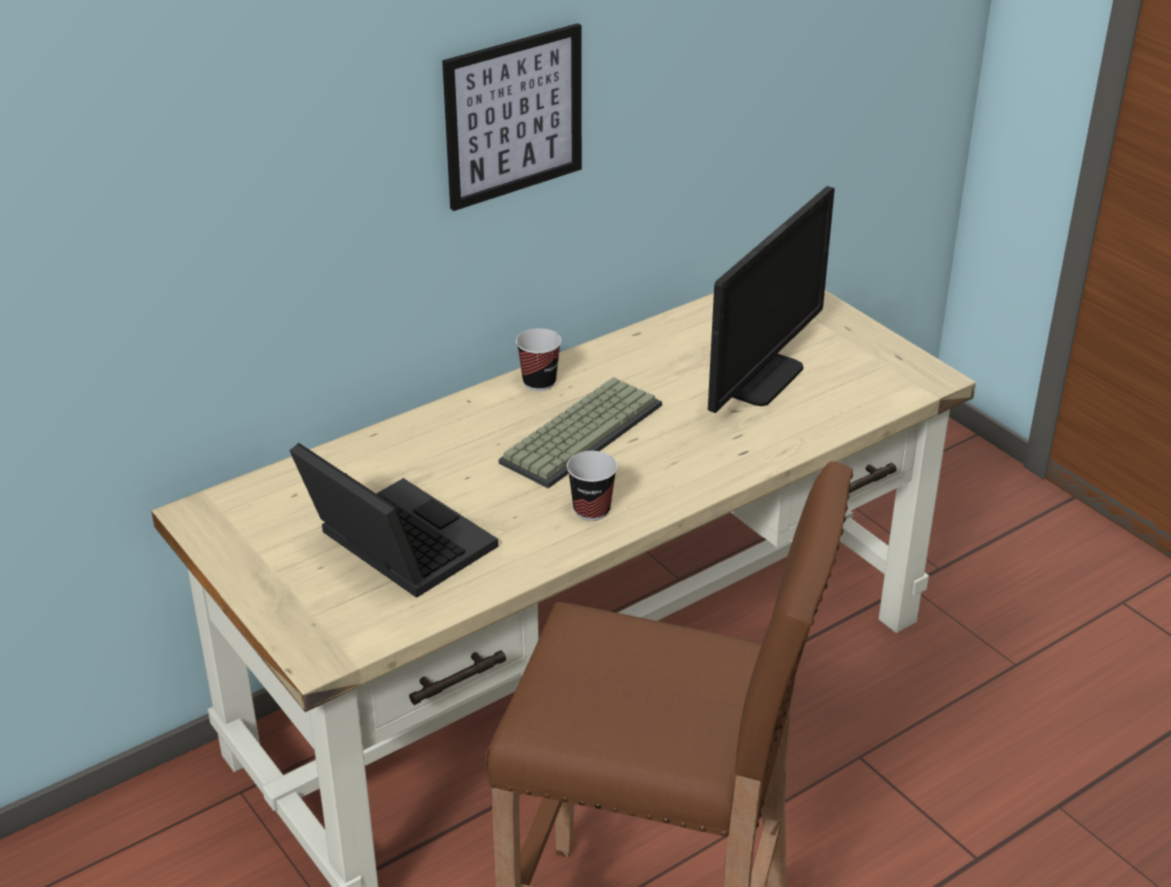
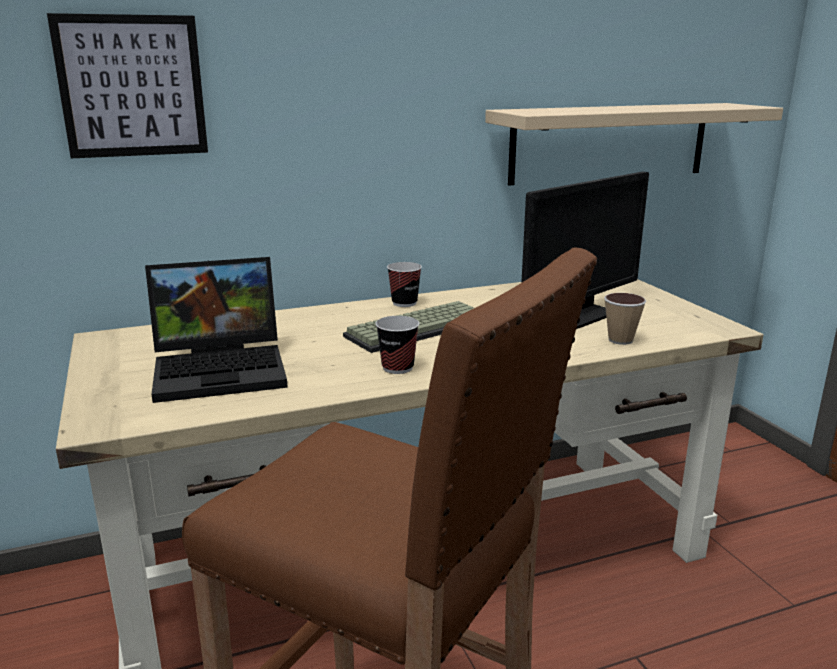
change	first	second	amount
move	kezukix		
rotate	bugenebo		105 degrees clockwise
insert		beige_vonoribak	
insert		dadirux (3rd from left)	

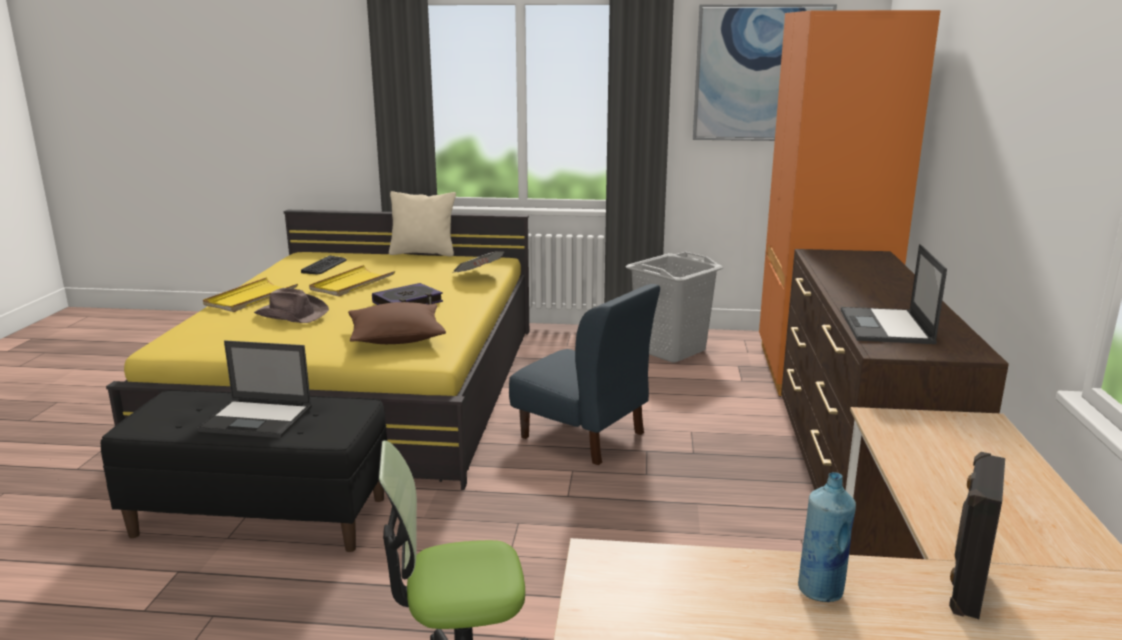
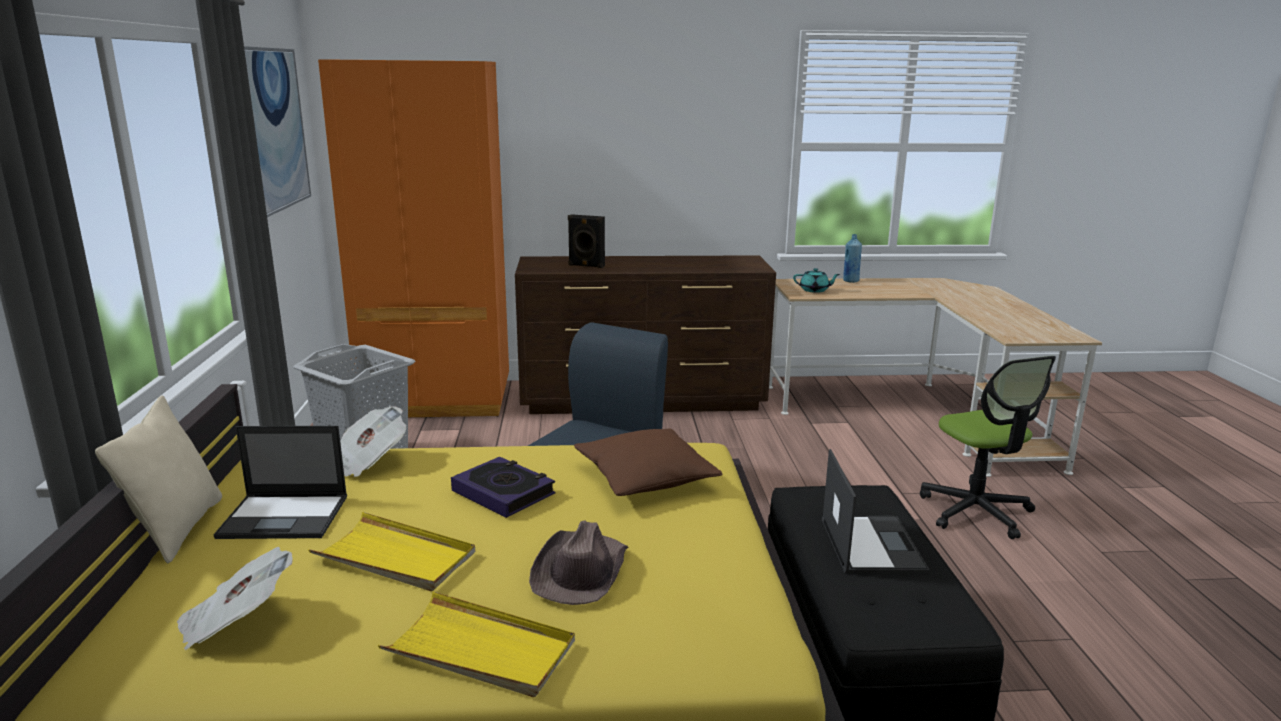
change	first	second	amount
replace	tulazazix	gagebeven (1st from left)	
move	bugenebo (2nd from left in the first image)	bugenebo (1st from left)	
move	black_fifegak		
insert		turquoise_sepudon	
move	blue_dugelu		

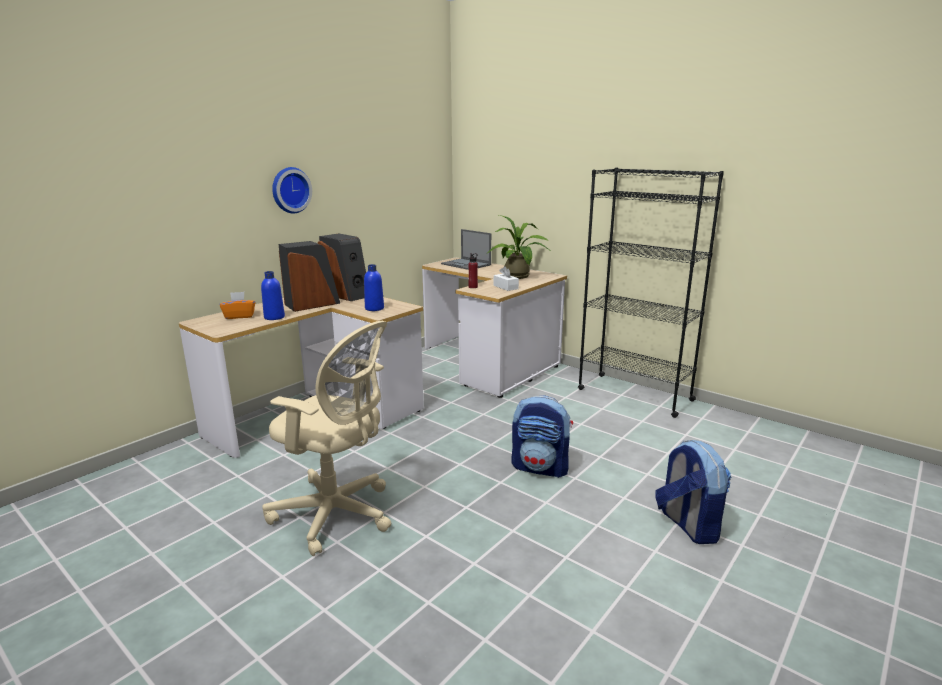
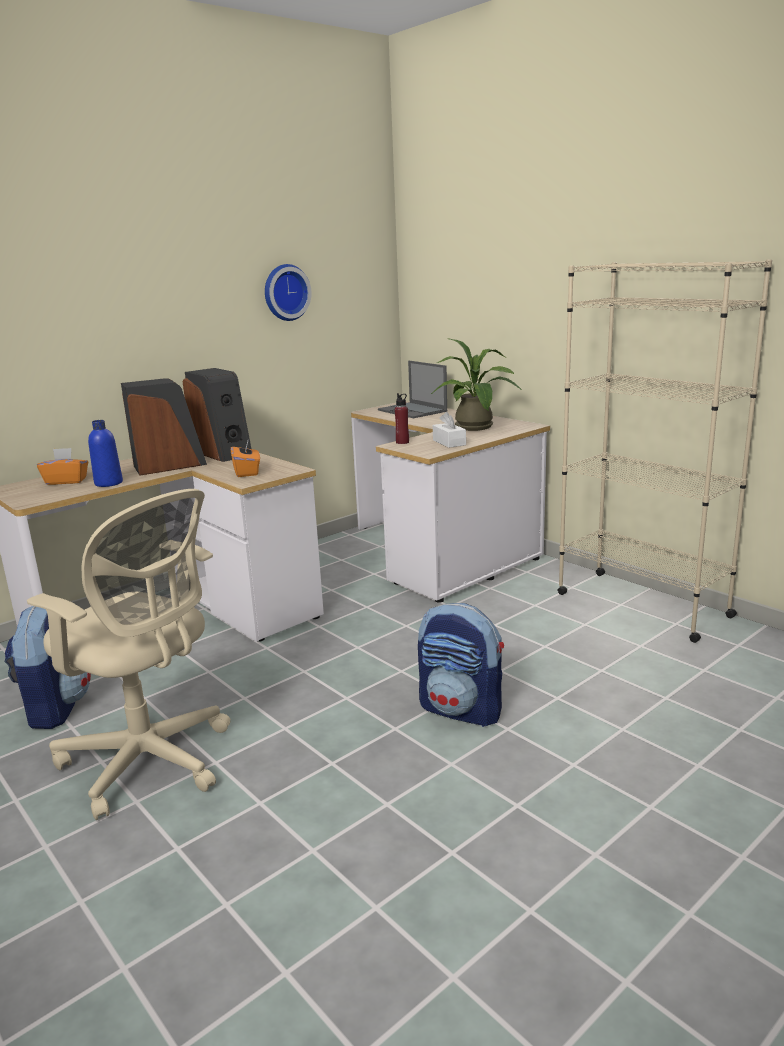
change	first	second	amount
move	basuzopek (2nd from left in the first image)	basuzopek (1st from left)	
replace	blue_dugelu (2nd from left)	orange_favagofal (2nd from left)	
move	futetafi		
recolor	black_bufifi	beige_bufifi	

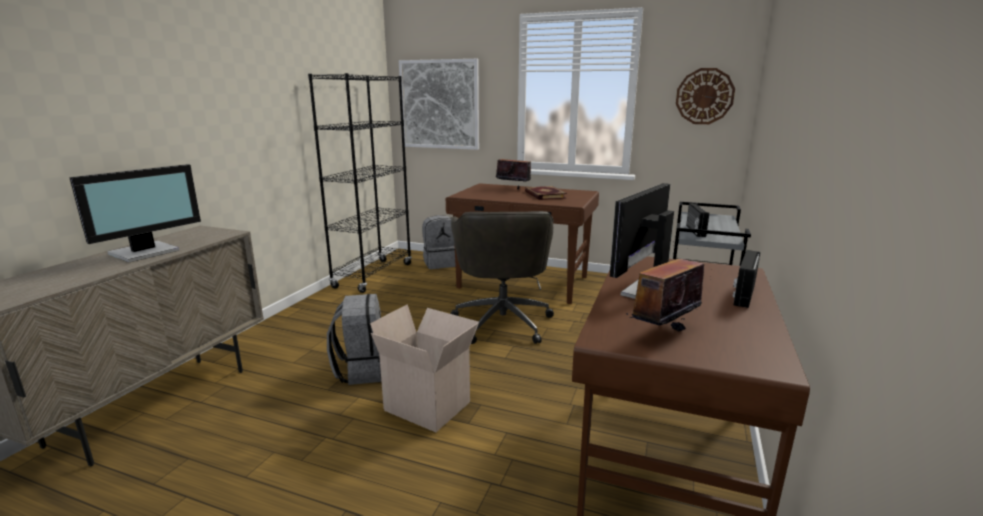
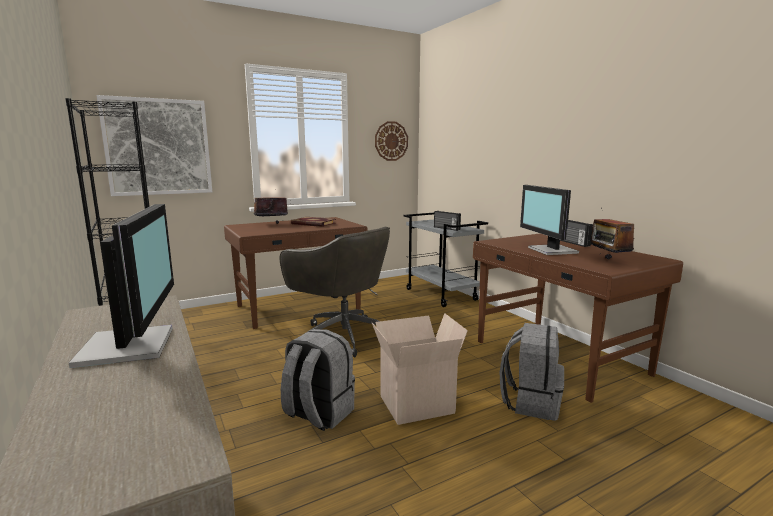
change	first	second	amount
move	grey_basuzopek (2nd from left)		

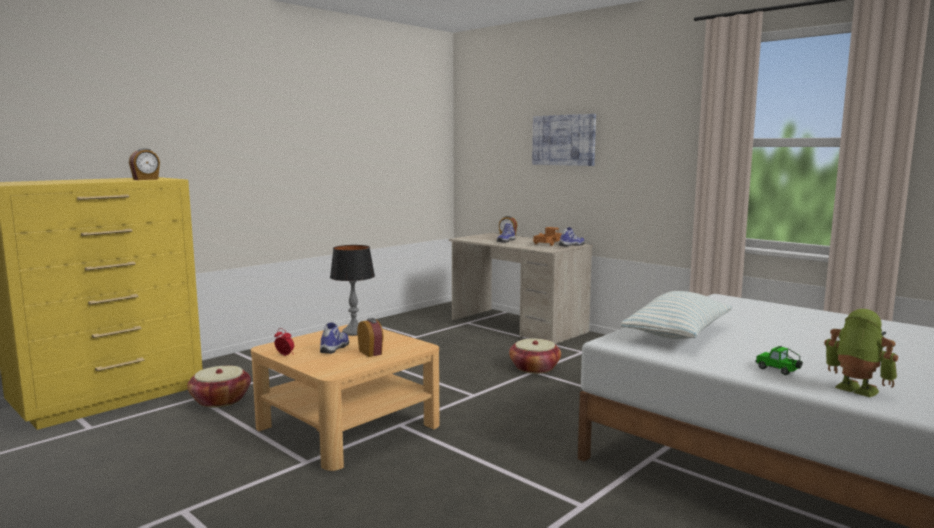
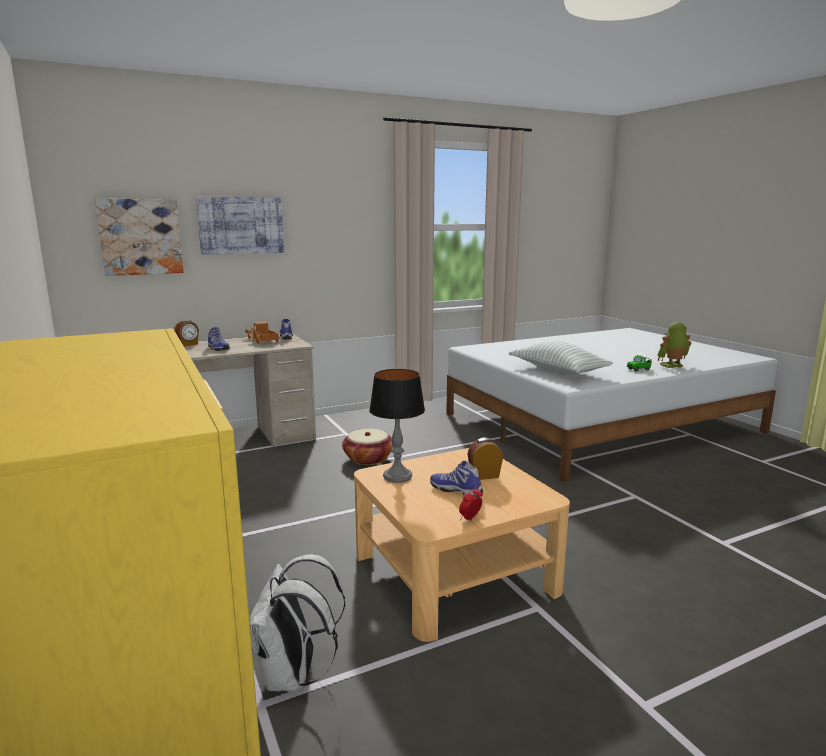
change	first	second	amount
insert		kezukix (1st from left)	
replace	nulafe (1st from left)	white_basuzopek	
delete	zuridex (1st from left)		

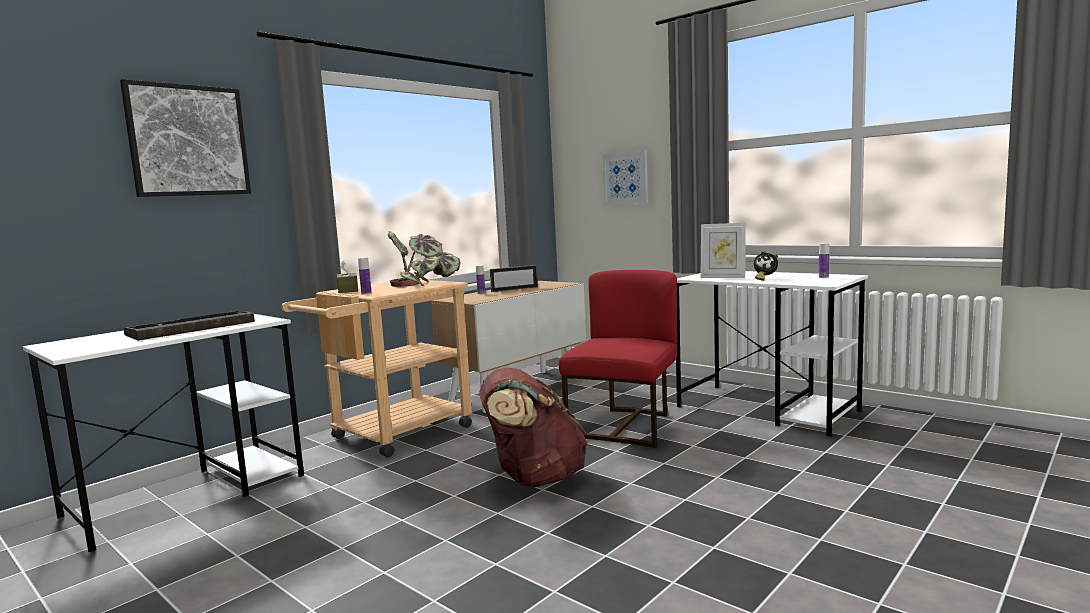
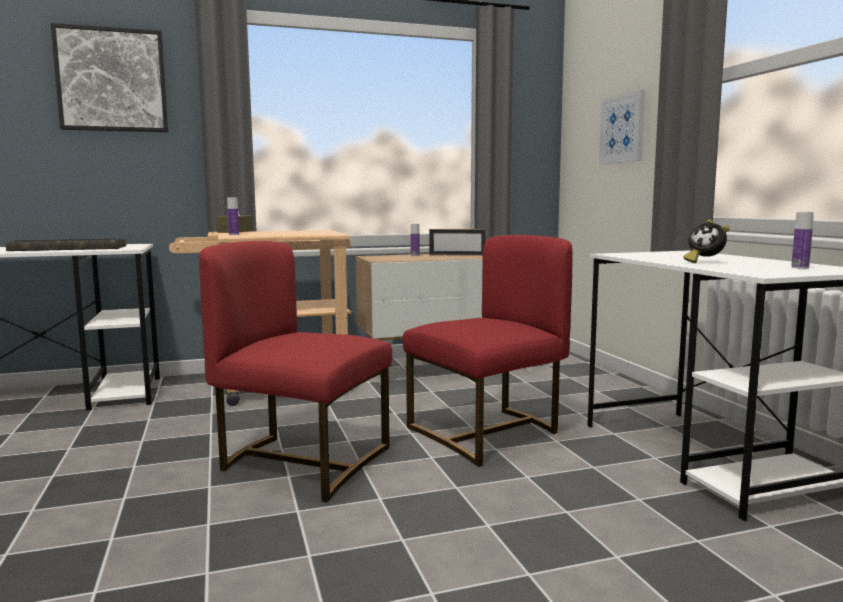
change	first	second	amount
replace	brown_basuzopek	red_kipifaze (1st from left)	
delete	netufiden		
delete	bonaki (2nd from left)		

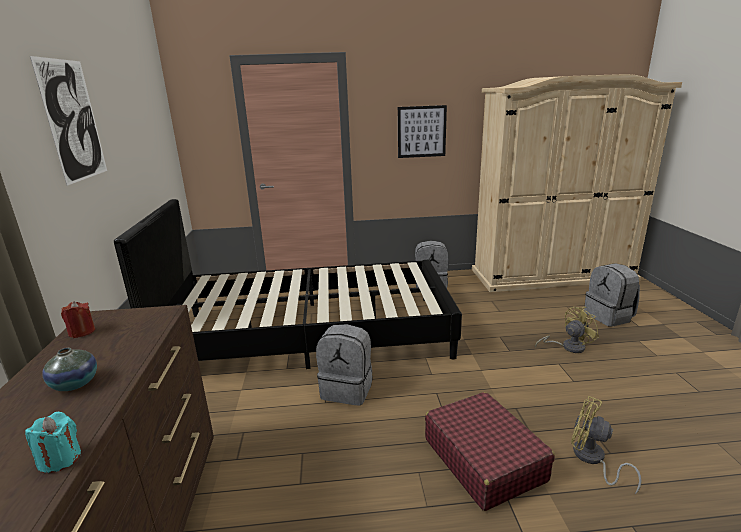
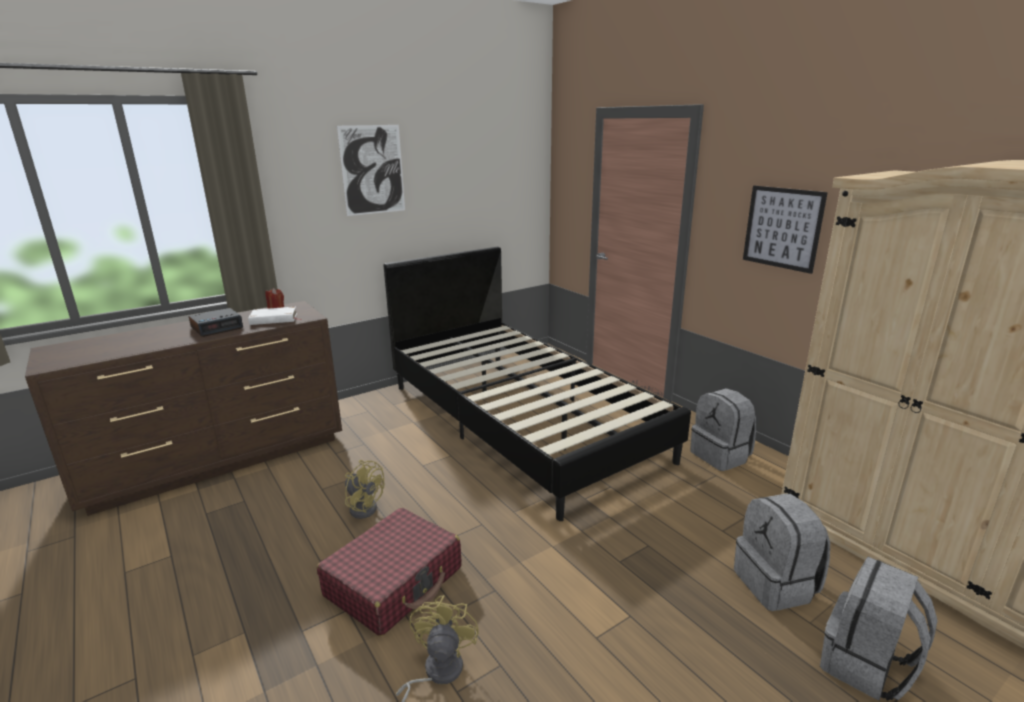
change	first	second	amount
replace	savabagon	zuridex	
insert		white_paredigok	
move	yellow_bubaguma (1st from left)		
move	grey_basuzopek (1st from left in the first image)	grey_basuzopek (2nd from left)	
delete	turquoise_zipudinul		

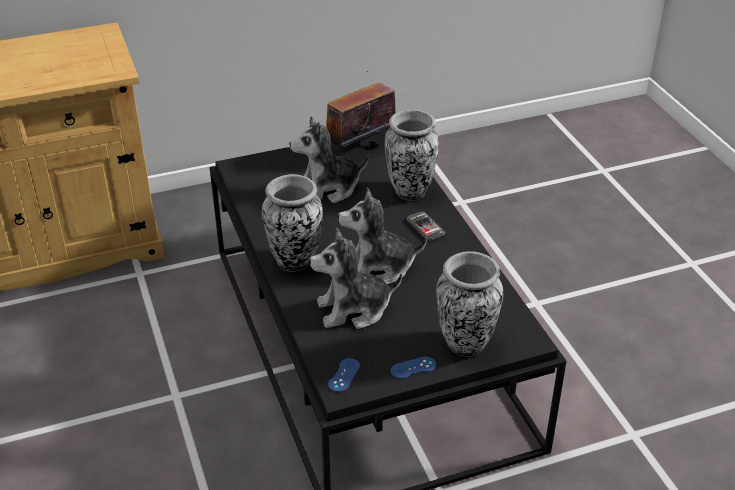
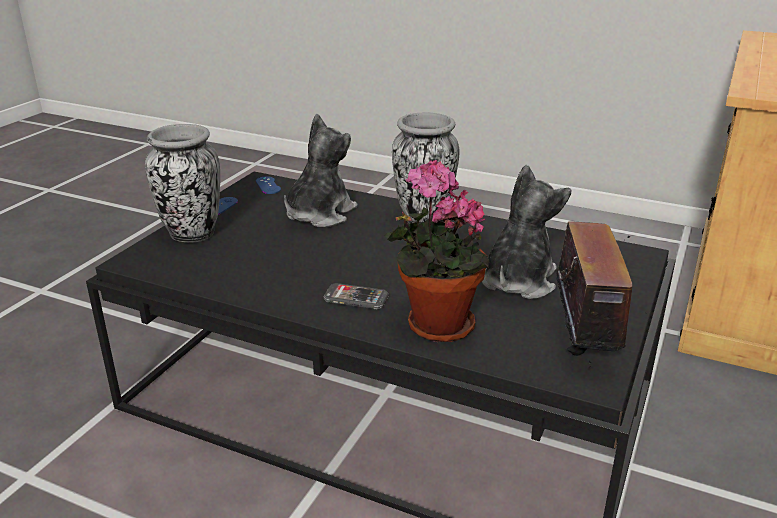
change	first	second	amount
replace	savabagon (2nd from left)	netufiden	
delete	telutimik (3rd from left)		

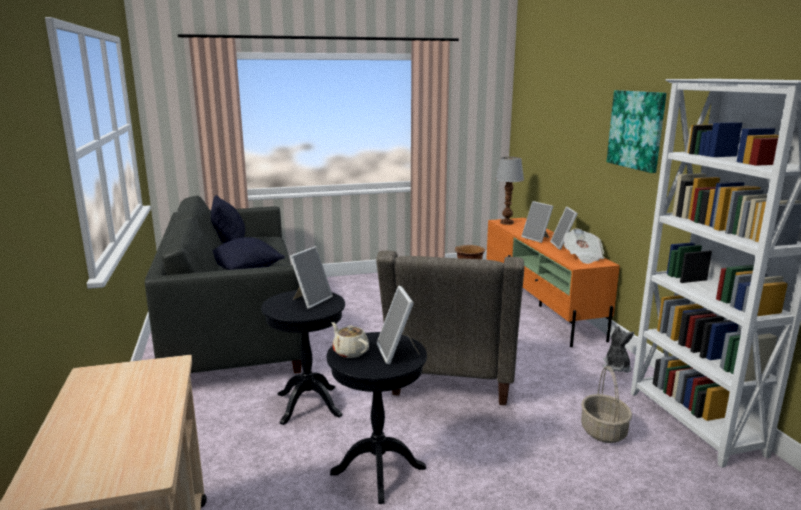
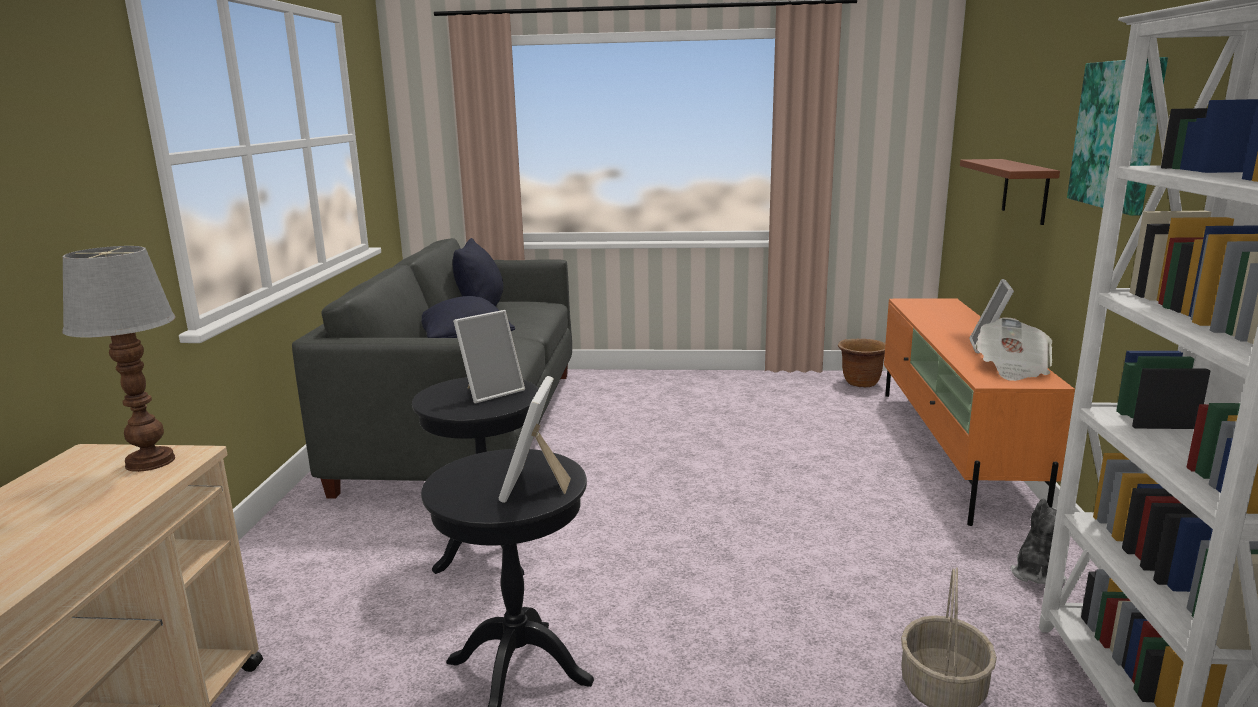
change	first	second	amount
move	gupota		
insert		brown_vonoribak	
delete	beige_sepudon		
delete	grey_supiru		
delete	bonaki (3rd from left)		

